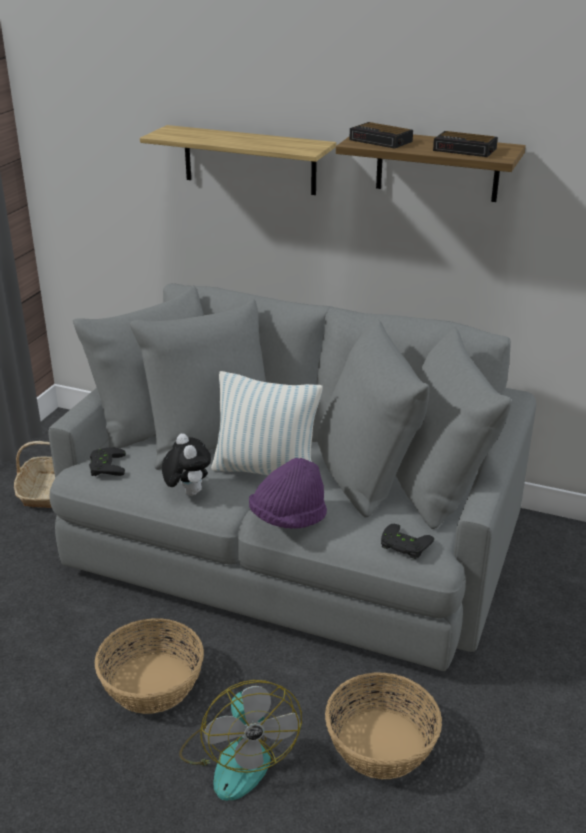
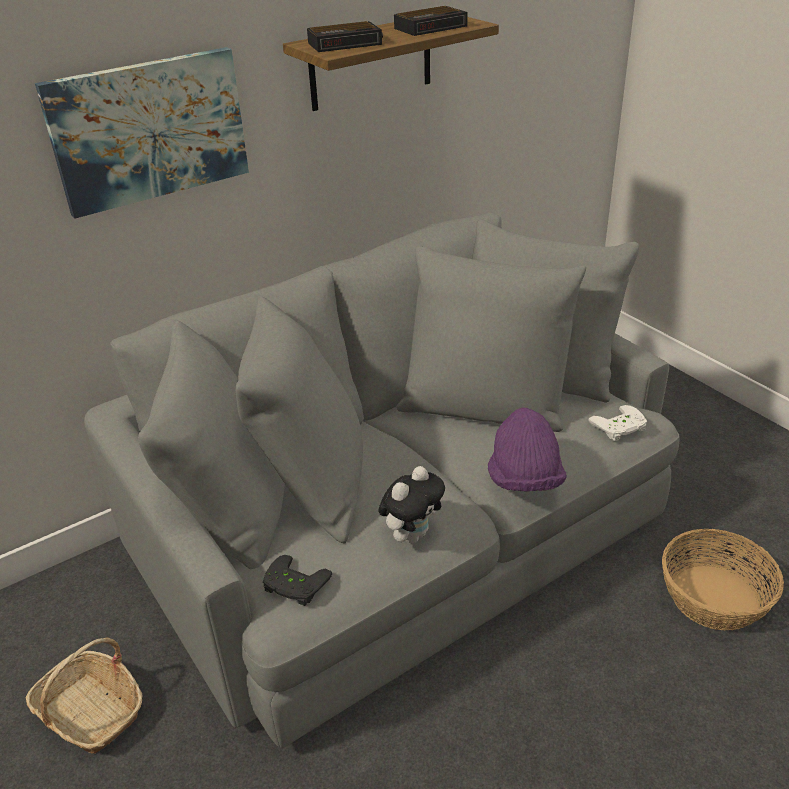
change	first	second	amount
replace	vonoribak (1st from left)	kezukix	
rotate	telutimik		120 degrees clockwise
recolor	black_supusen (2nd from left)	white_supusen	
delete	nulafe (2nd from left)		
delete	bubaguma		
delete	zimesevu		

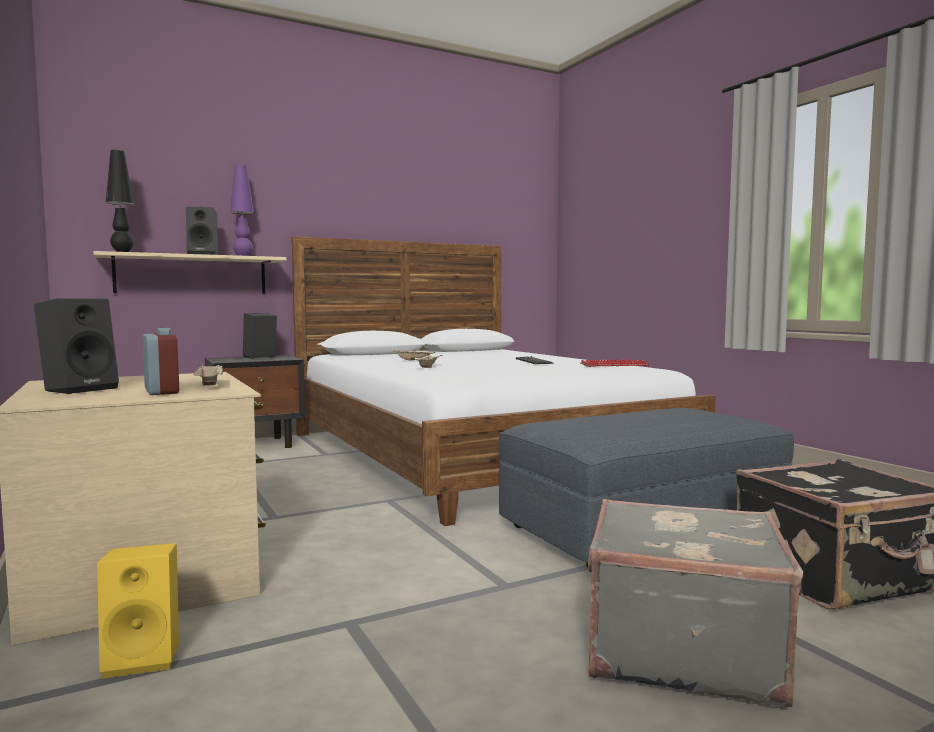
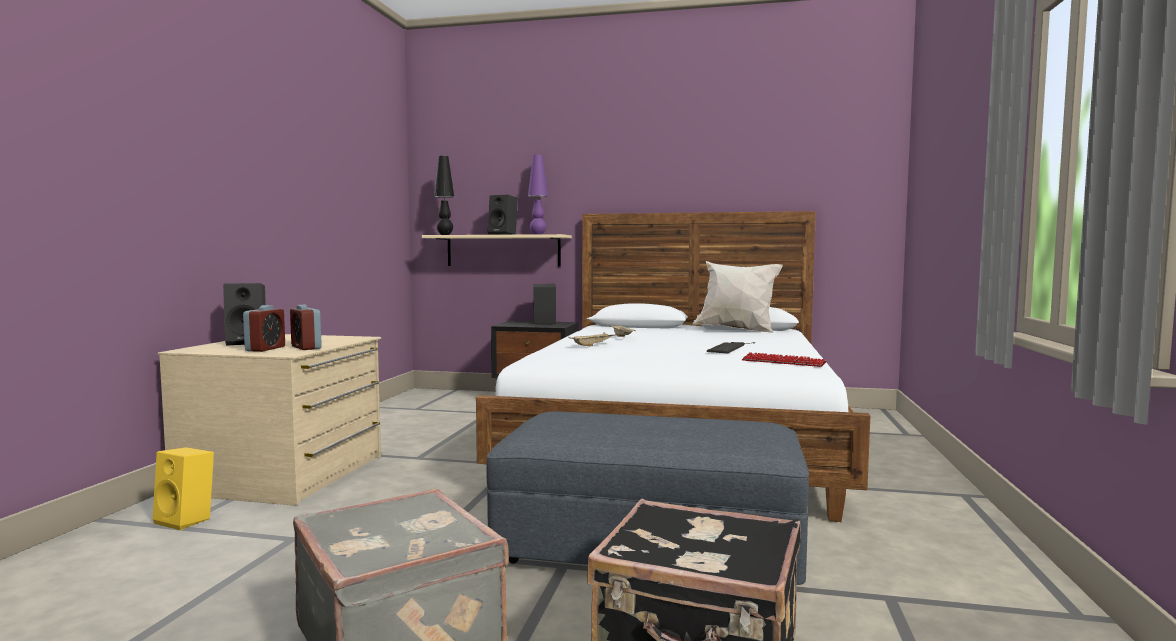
change	first	second	amount
replace	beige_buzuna (1st from left)	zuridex (2nd from left)	
insert		white_zimesevu	

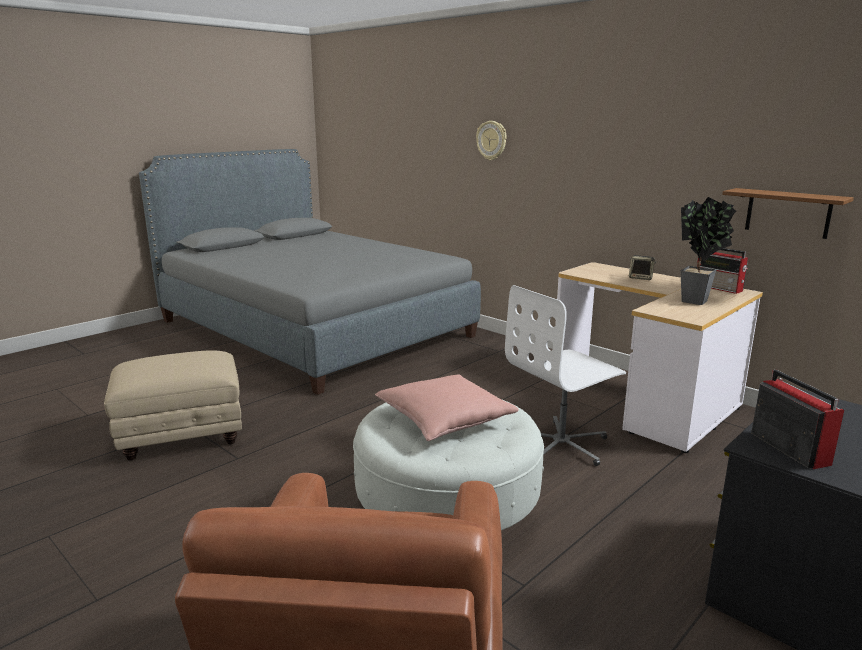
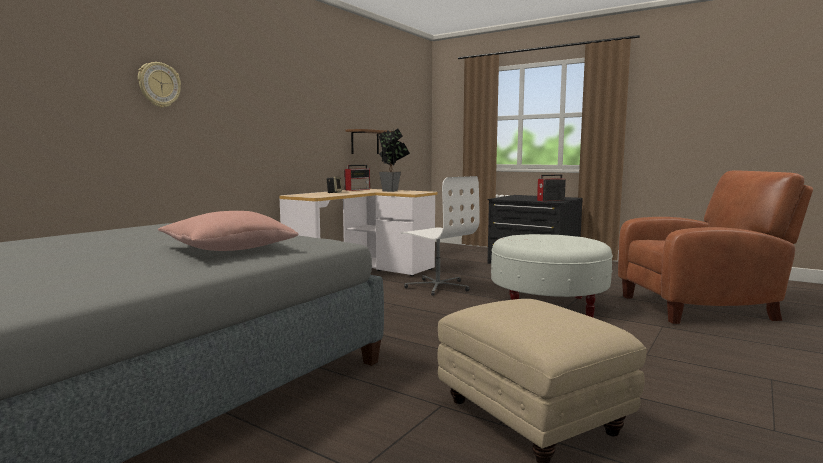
change	first	second	amount
move	pink_zimesevu		

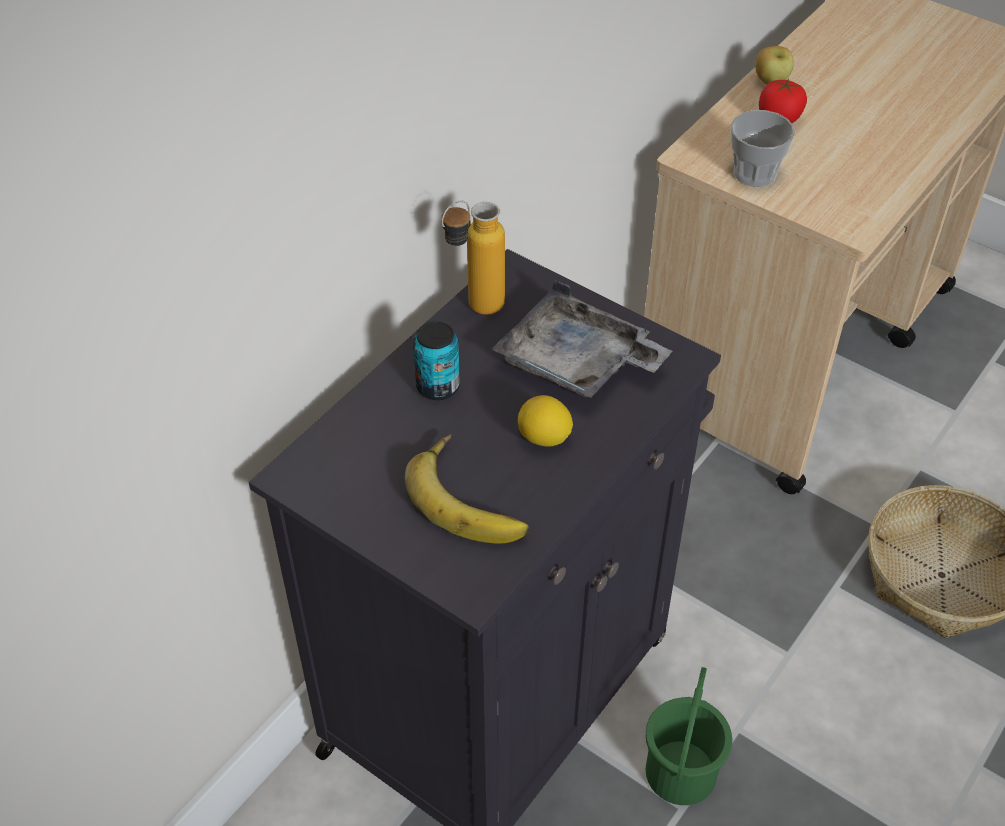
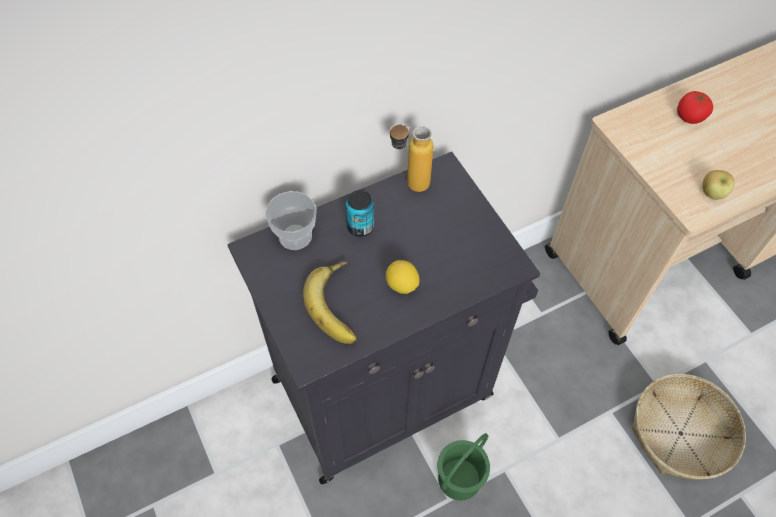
change	first	second	amount
move	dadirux		
move	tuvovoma		
delete	grey_buzuna		

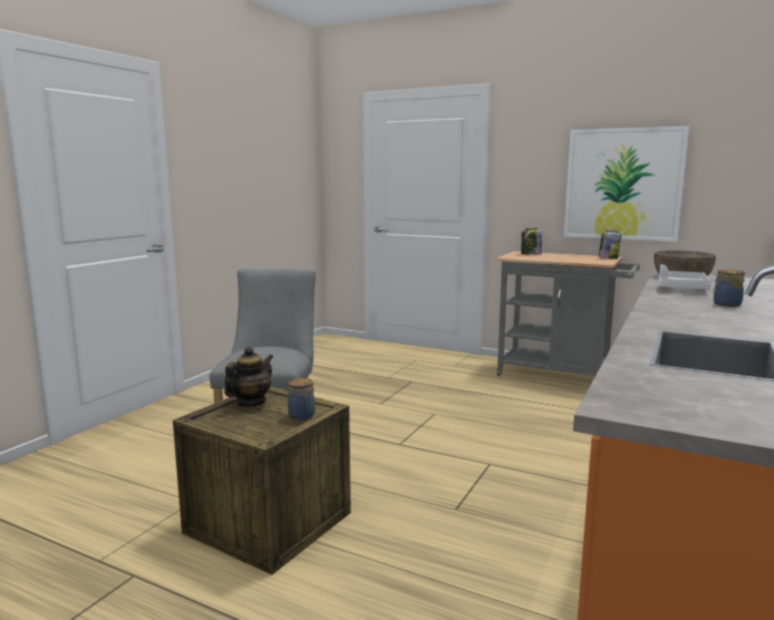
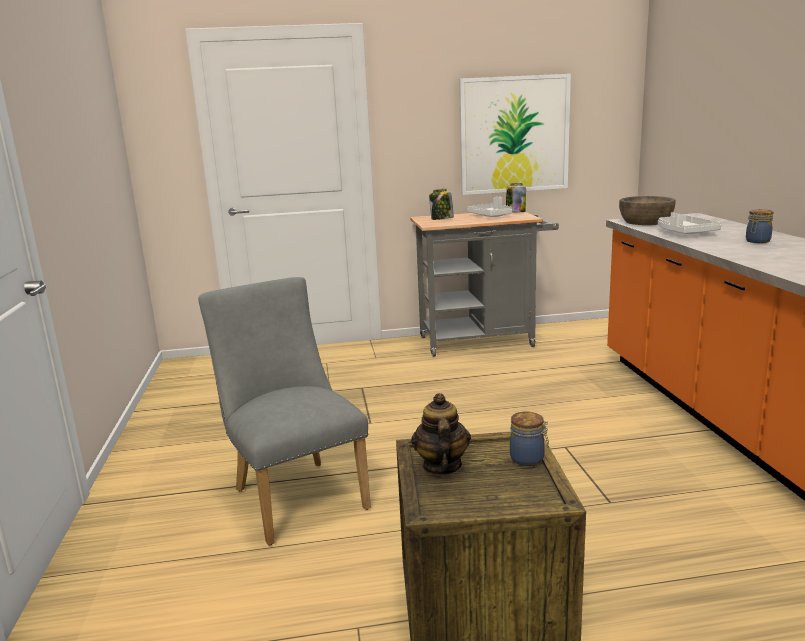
change	first	second	amount
insert		white_buzuna (1st from left)	

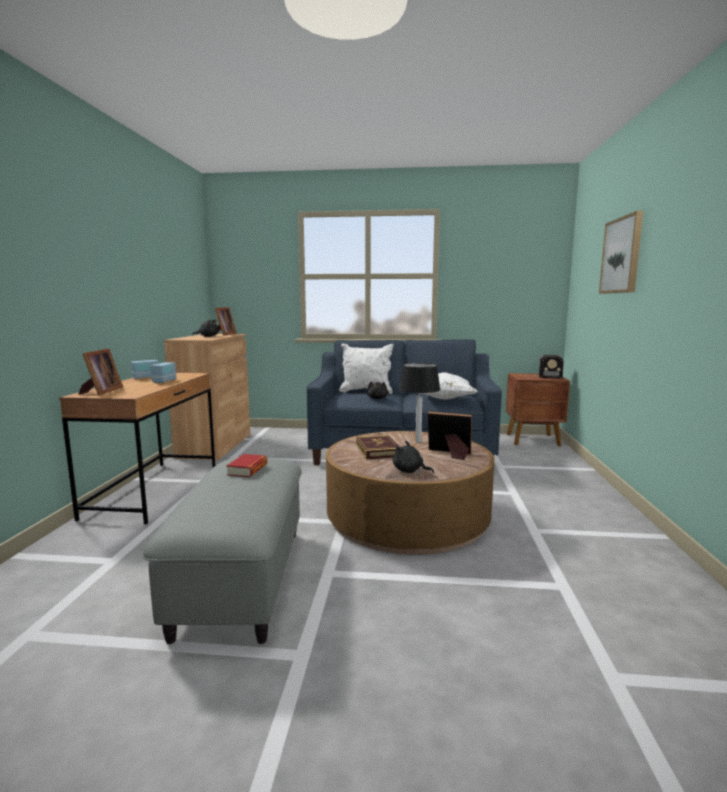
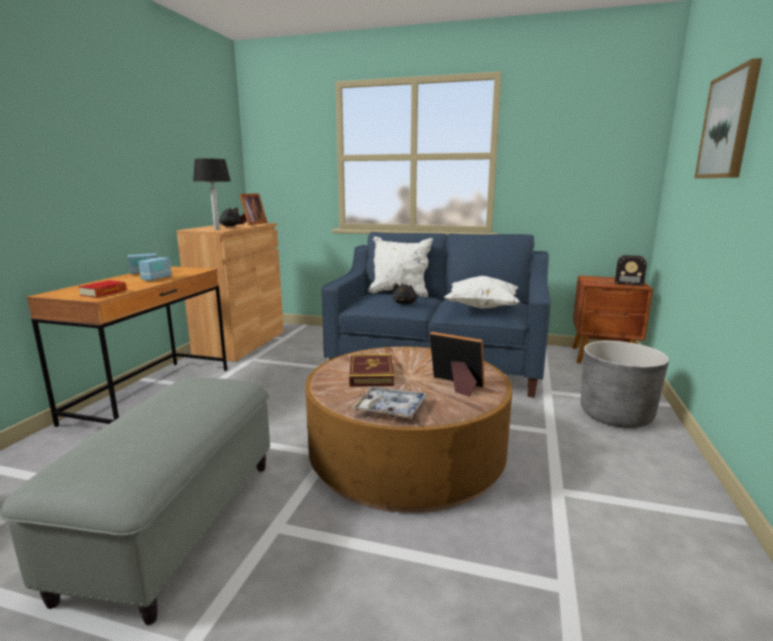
change	first	second	amount
move	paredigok (1st from left)		
move	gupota		
replace	black_telutimik (3rd from left)	buzuna	
insert		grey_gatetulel	
delete	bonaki (1st from left)		

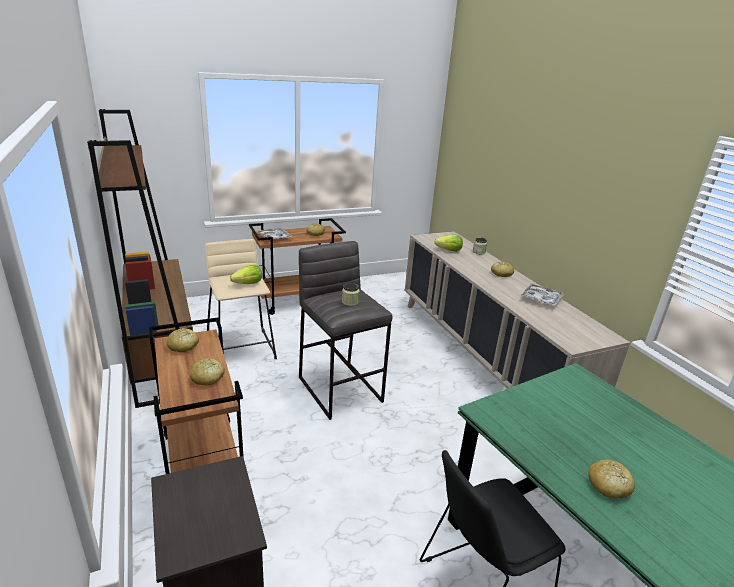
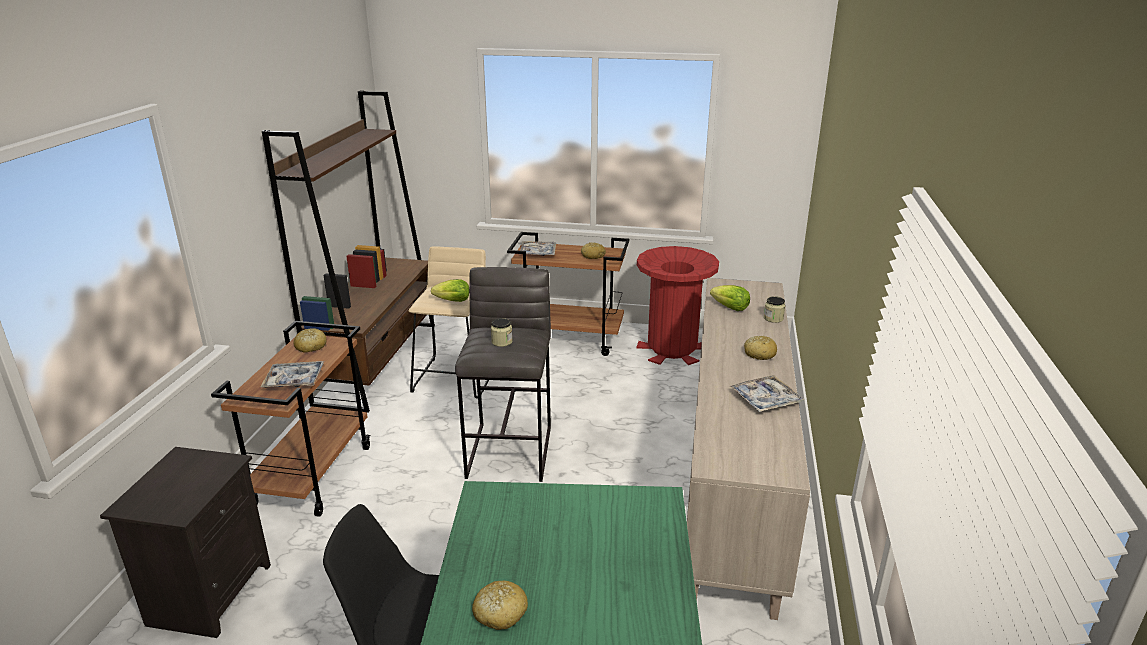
change	first	second	amount
replace	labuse (2nd from left)	buzuna (1st from left)	
insert		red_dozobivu	

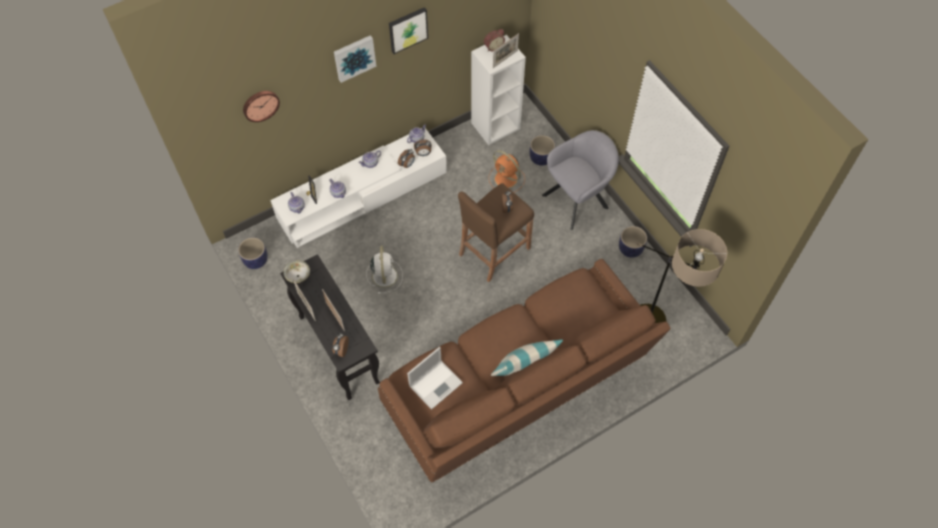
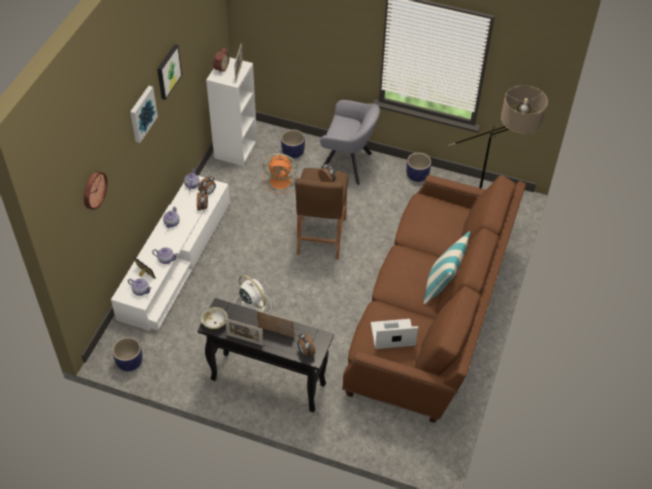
change	first	second	amount
rotate	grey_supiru		90 degrees clockwise
rotate	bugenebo		105 degrees counterclockwise

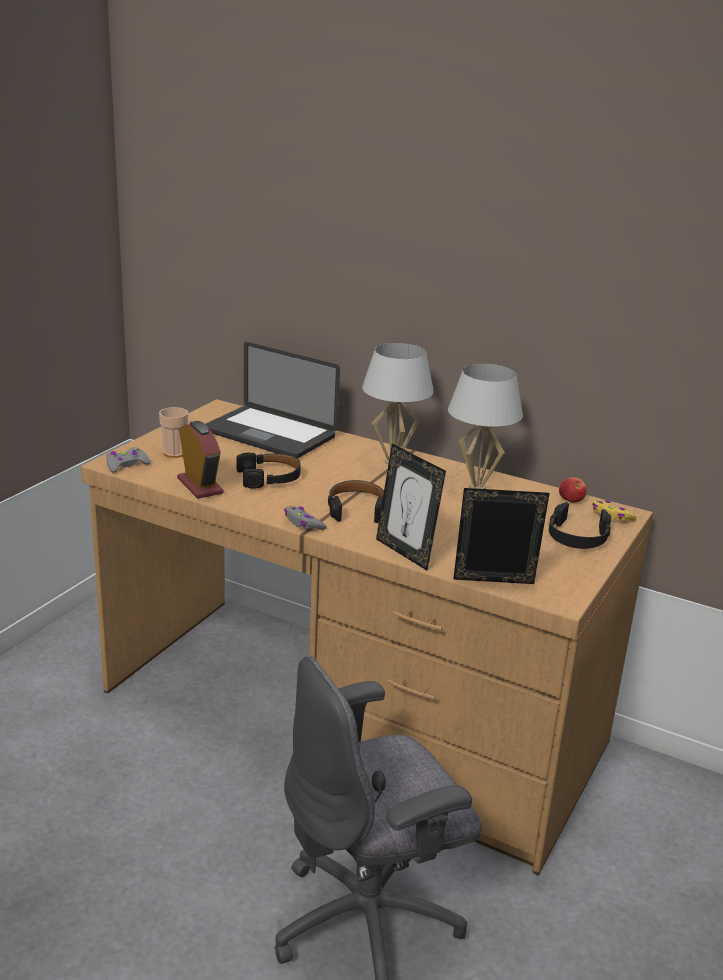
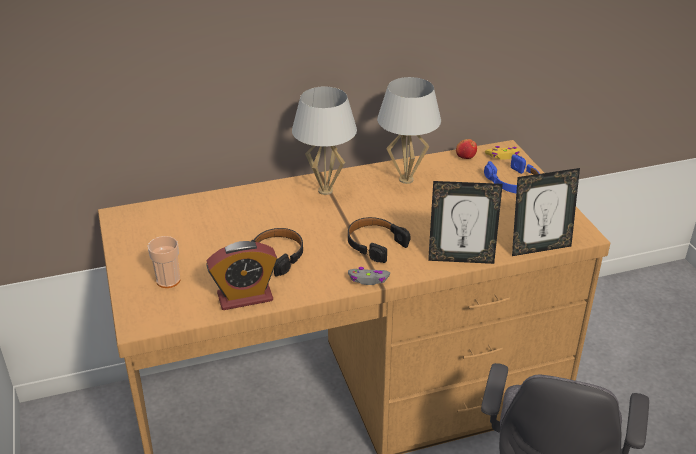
change	first	second	amount
rotate	zuridex		150 degrees clockwise
recolor	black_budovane (3rd from left)	blue_budovane	
rotate	bonaki (2nd from left)		150 degrees counterclockwise
delete	grey_supusen (1st from left)		
delete	bugenebo		

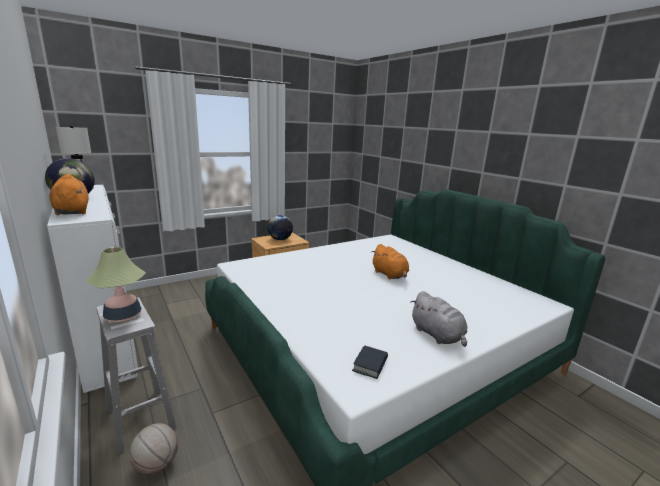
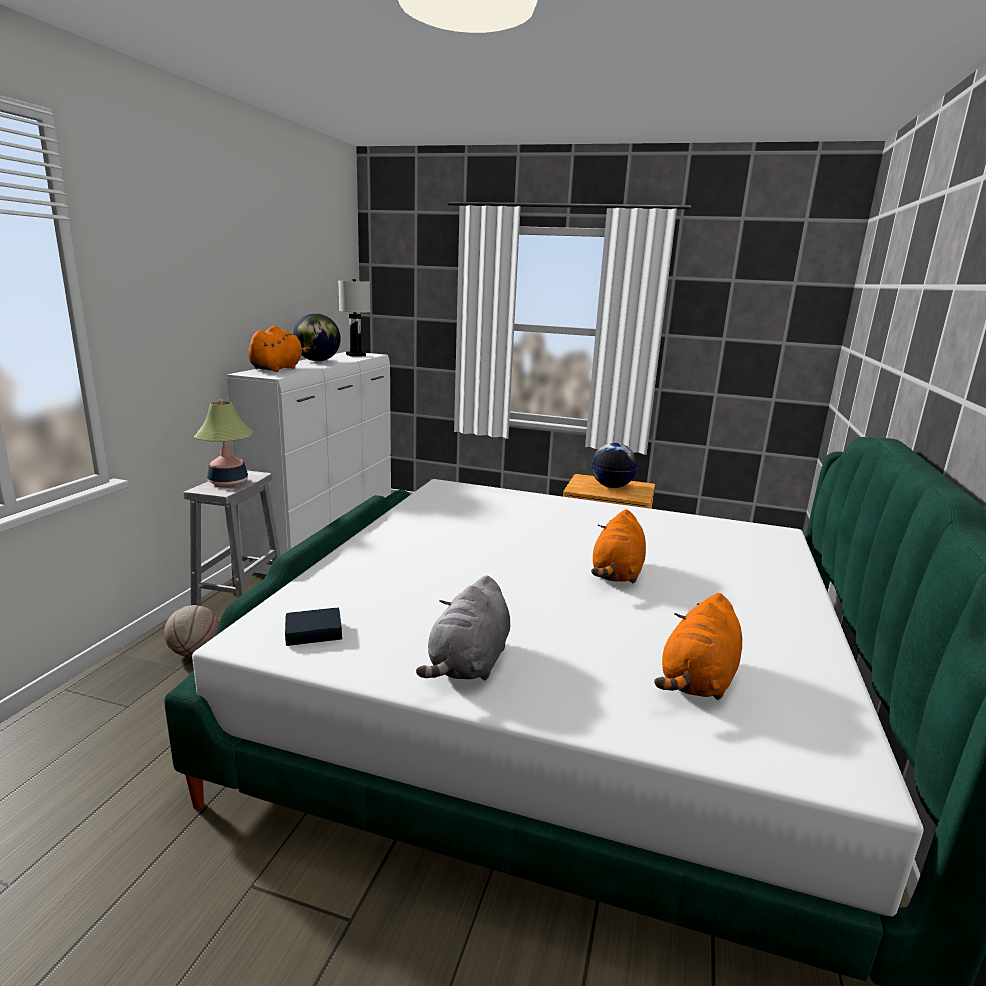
change	first	second	amount
insert		orange_telutimik (3rd from left)	

